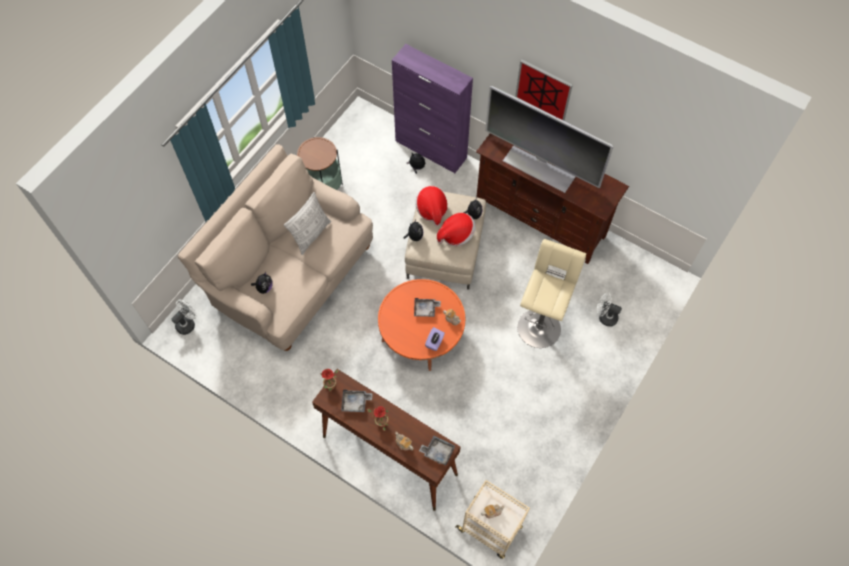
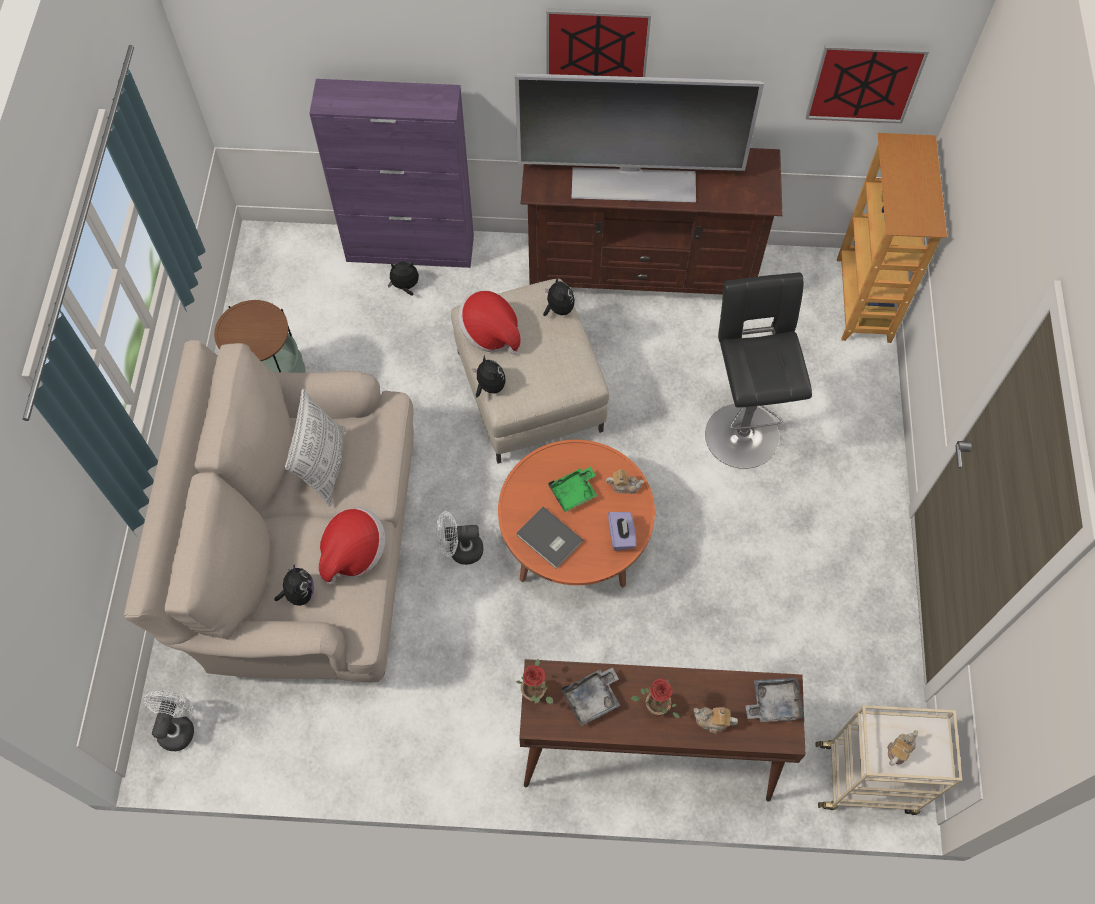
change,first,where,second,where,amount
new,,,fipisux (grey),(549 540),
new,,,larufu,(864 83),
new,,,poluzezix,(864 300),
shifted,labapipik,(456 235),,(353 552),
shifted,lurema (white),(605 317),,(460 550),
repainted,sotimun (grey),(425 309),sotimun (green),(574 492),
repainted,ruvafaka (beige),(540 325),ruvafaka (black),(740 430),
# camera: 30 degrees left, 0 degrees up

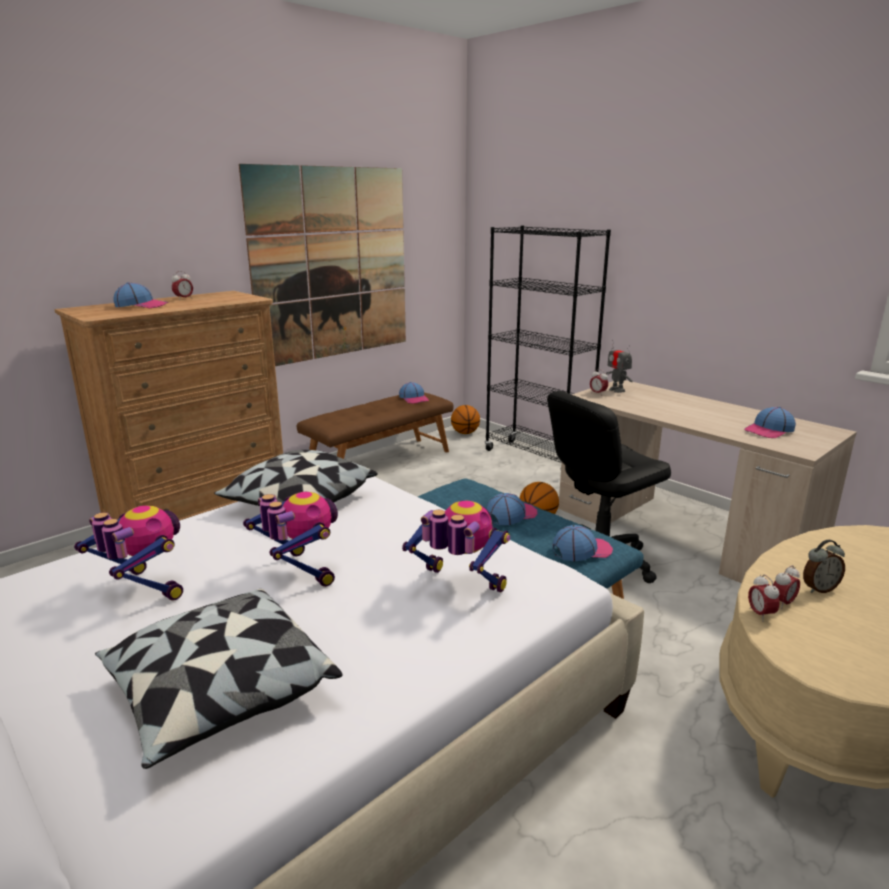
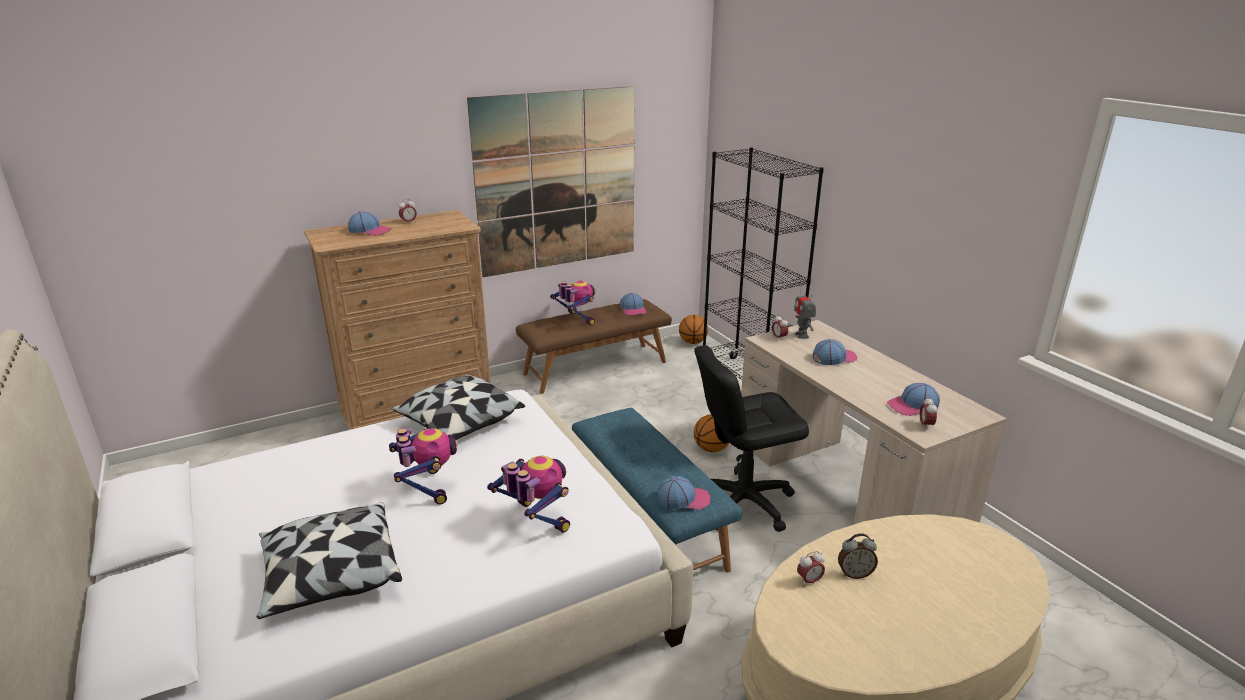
change,first,where,second,where,amount
shifted,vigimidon,(143 589),,(576 320),
shifted,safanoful,(511 515),,(834 357),
shifted,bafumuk,(760 614),,(925 425),
# camera: 15 degrees right, 5 degrees up

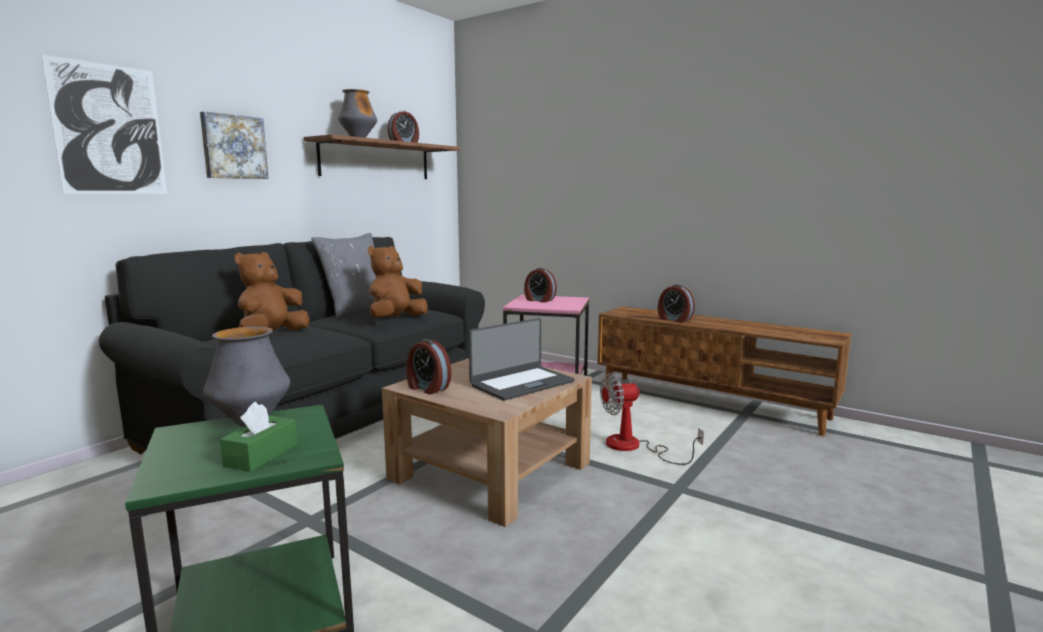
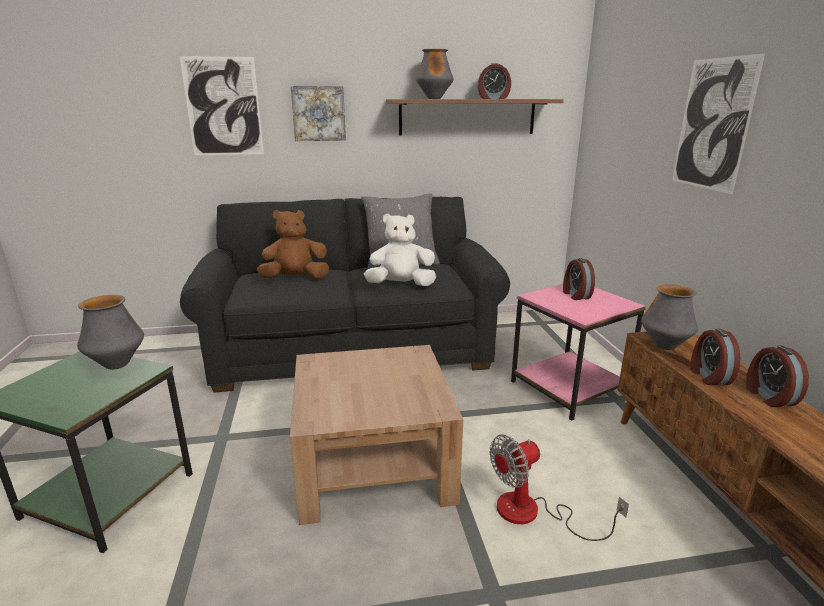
change,first,where,second,where,amount
gone,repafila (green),(261 455),,,
gone,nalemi,(521 383),,,
new,,,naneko,(664 346),
new,,,larufu,(712 124),
shifted,bafumuk,(427 388),,(769 396),
repainted,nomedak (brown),(396 319),nomedak (white),(401 285),
rotated,lurema,(634 447),,(533 513),60 degrees counterclockwise
# camera: 45 degrees right, 10 degrees up

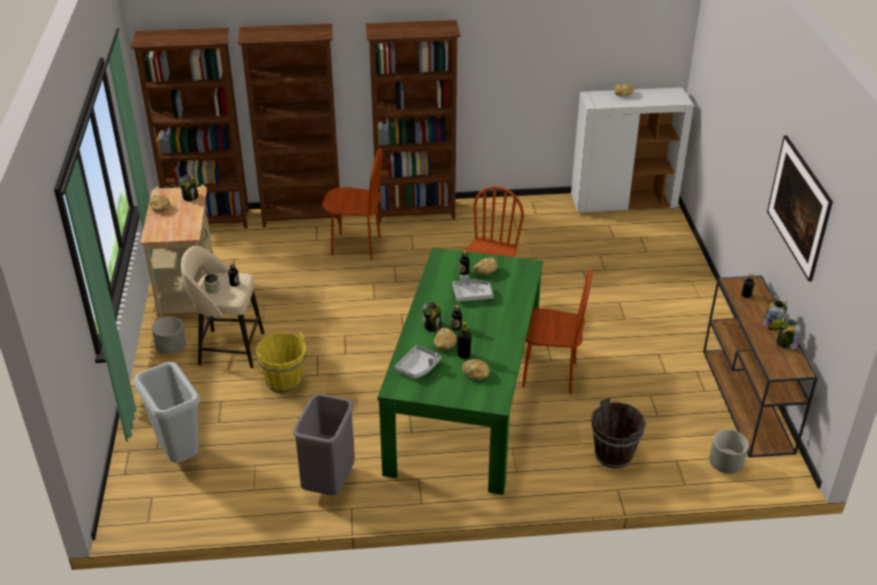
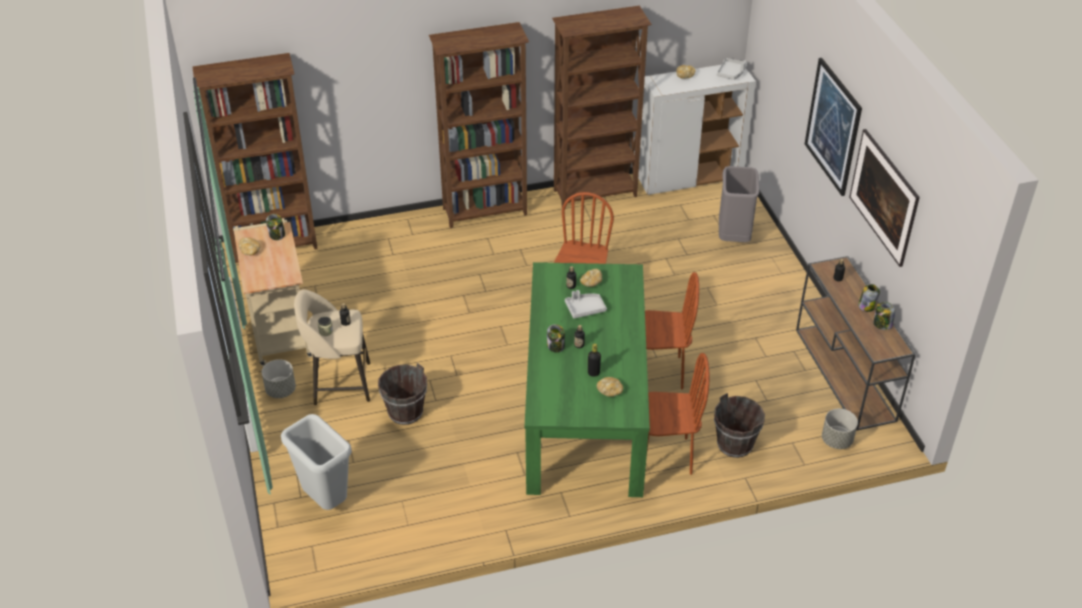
change,first,where,second,where,amount
gone,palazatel,(444 344),,,
new,,,larufu,(833 126),
shifted,poluzezix (brown),(303 217),,(596 194),
shifted,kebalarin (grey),(328 481),,(733 235),
shifted,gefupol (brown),(356 246),,(664 456),
shifted,sotimun (grey),(418 367),,(731 73),
repainted,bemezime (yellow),(284 382),bemezime (brown),(405 412),
# camera: 10 degrees left, 5 degrees up

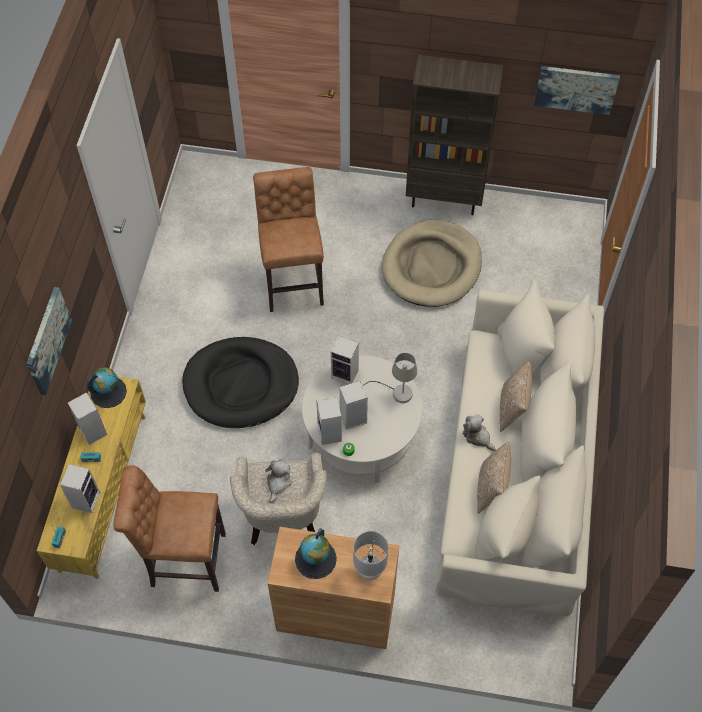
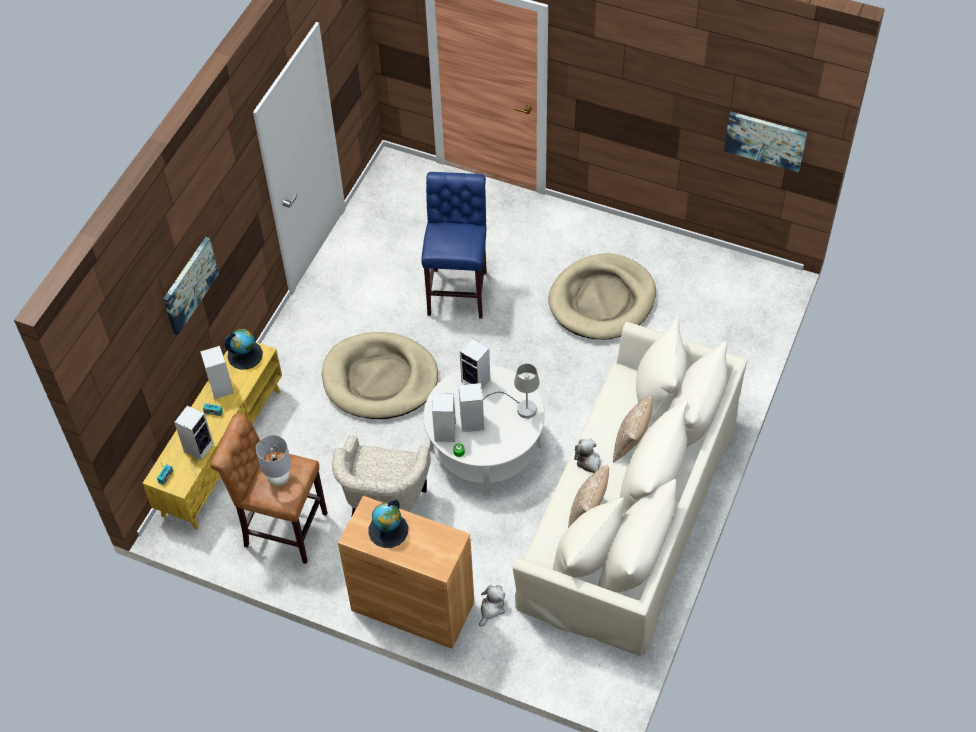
change,first,where,second,where,amount
gone,poluzezix (brown),(445 198),,,
shifted,nomedak,(278 483),,(491 608),
shifted,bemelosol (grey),(370 570),,(279 479),
repainted,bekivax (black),(241 385),bekivax (beige),(380 379),
repainted,ruvafaka (brown),(293 281),ruvafaka (blue),(458 290),
# camera: 15 degrees right, 5 degrees down

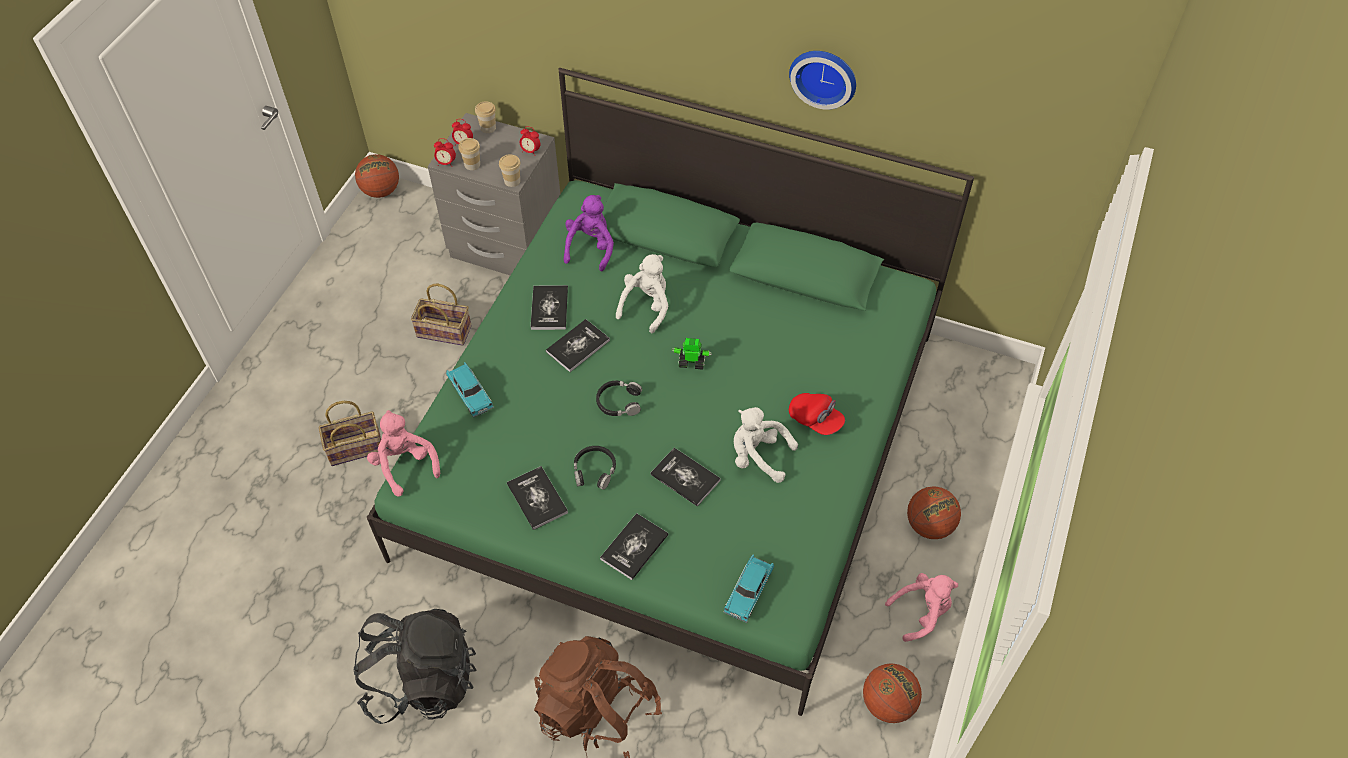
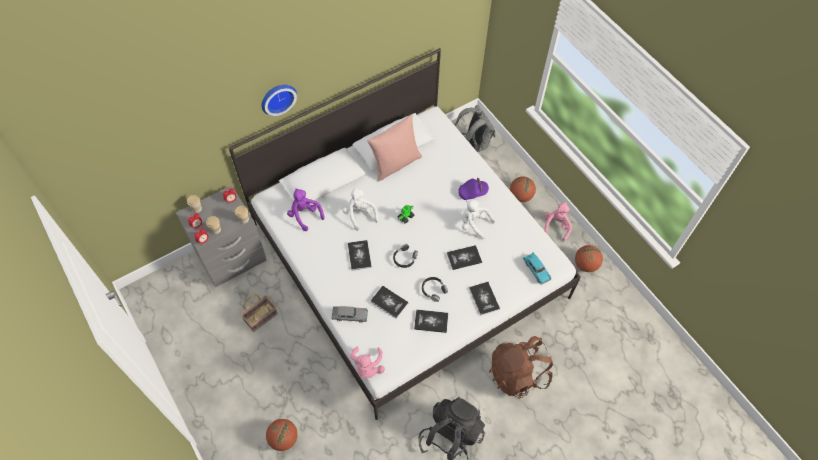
change,first,where,second,where,amount
gone,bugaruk,(356 446),,,
new,,,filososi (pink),(395 164),
new,,,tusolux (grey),(474 143),
shifted,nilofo,(381 191),,(283 438),
shifted,fipisux,(549 308),,(389 302),
shifted,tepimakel,(824 76),,(277 97),
repainted,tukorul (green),(674 443),tukorul (white),(408 260),
repainted,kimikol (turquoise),(470 394),kimikol (grey),(350 316),
repainted,safanoful (red),(815 420),safanoful (purple),(472 193),
rotated,nomedak (pink),(405 465),,(367 367),90 degrees counterclockwise
rotated,nomedak (white),(758 456),,(474 224),60 degrees clockwise
# camera: 55 degrees left, 5 degrees up

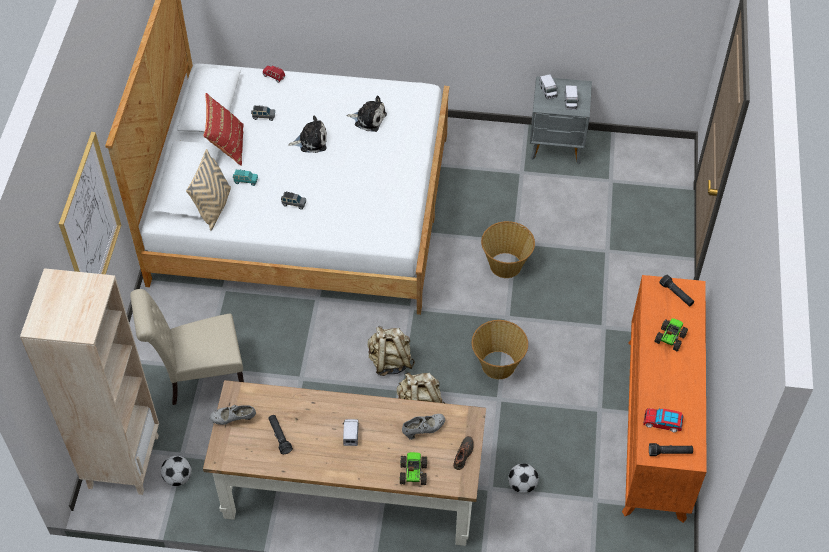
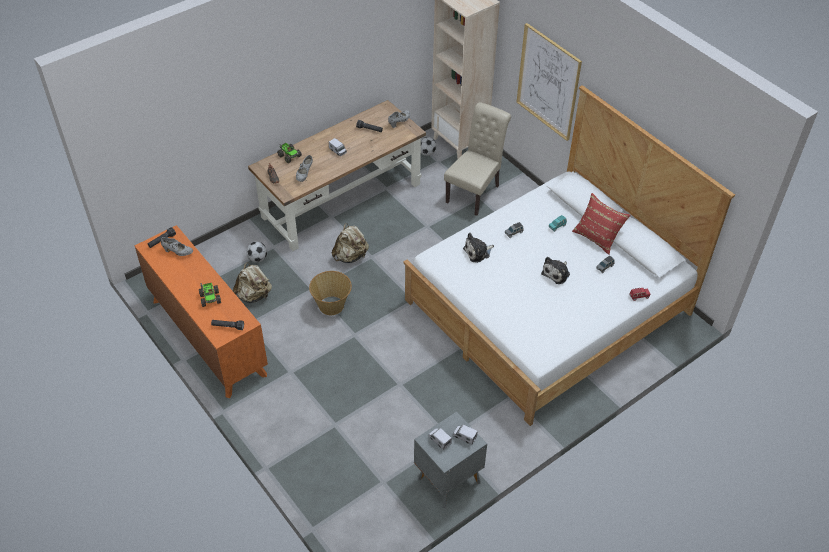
change,first,where,second,where,amount
gone,filososi (beige),(213 207),,,
gone,bugaruk,(506 265),,,
shifted,nomedak,(368 119),,(478 252),
shifted,tusolux (beige),(390 361),,(254 295),
swapped,kimikol,(662 423),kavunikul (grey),(178 252),
# camera: 135 degrees right, 5 degrees down

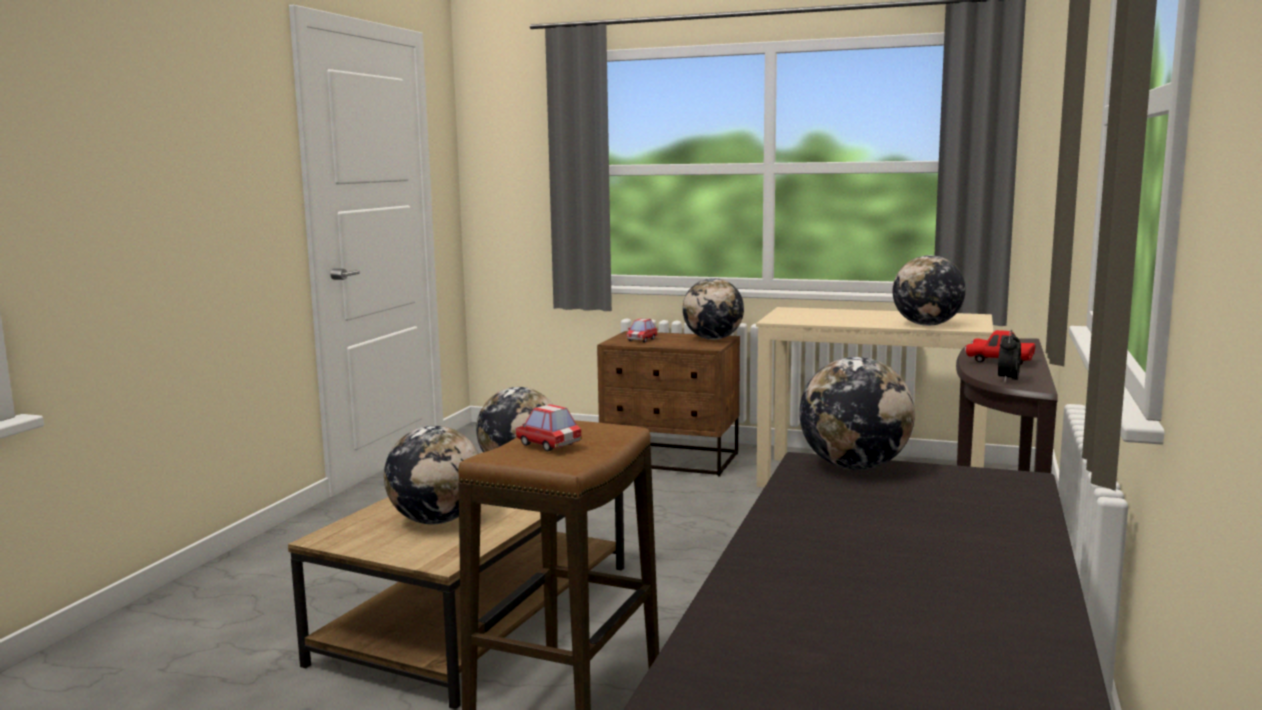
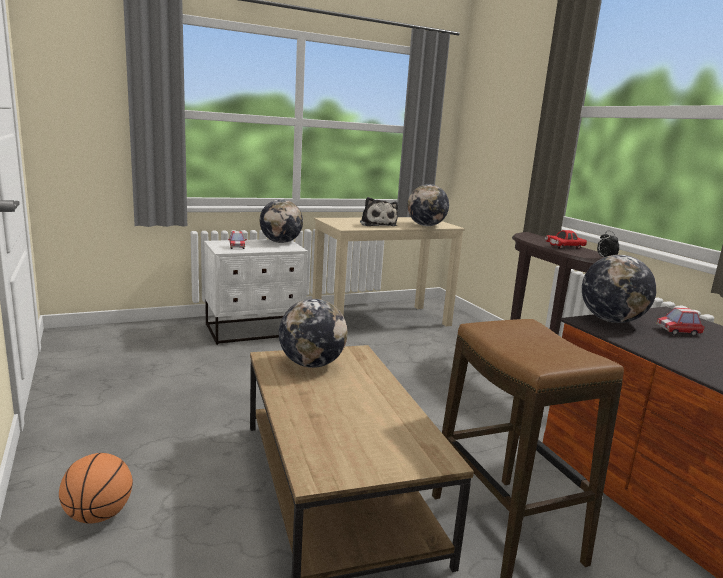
change,first,where,second,where,amount
gone,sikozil,(436 521),,,
new,,,nilofo,(98 515),
new,,,nomedak,(377 224),
shifted,kimikol,(548 444),,(678 332),
repainted,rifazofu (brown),(671 460),rifazofu (white),(255 330),
# camera: 45 degrees left, 5 degrees up

